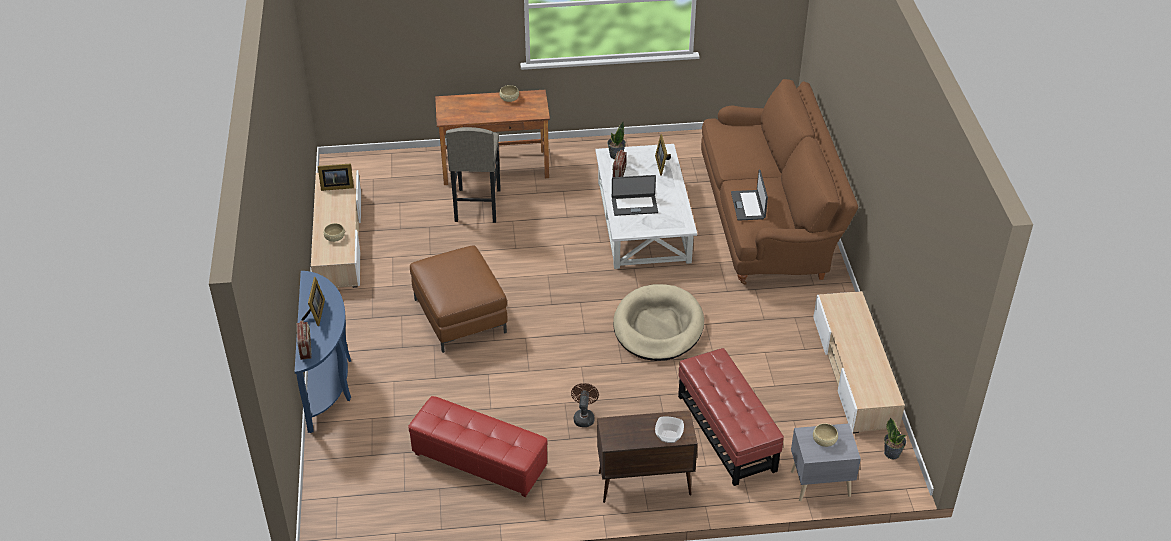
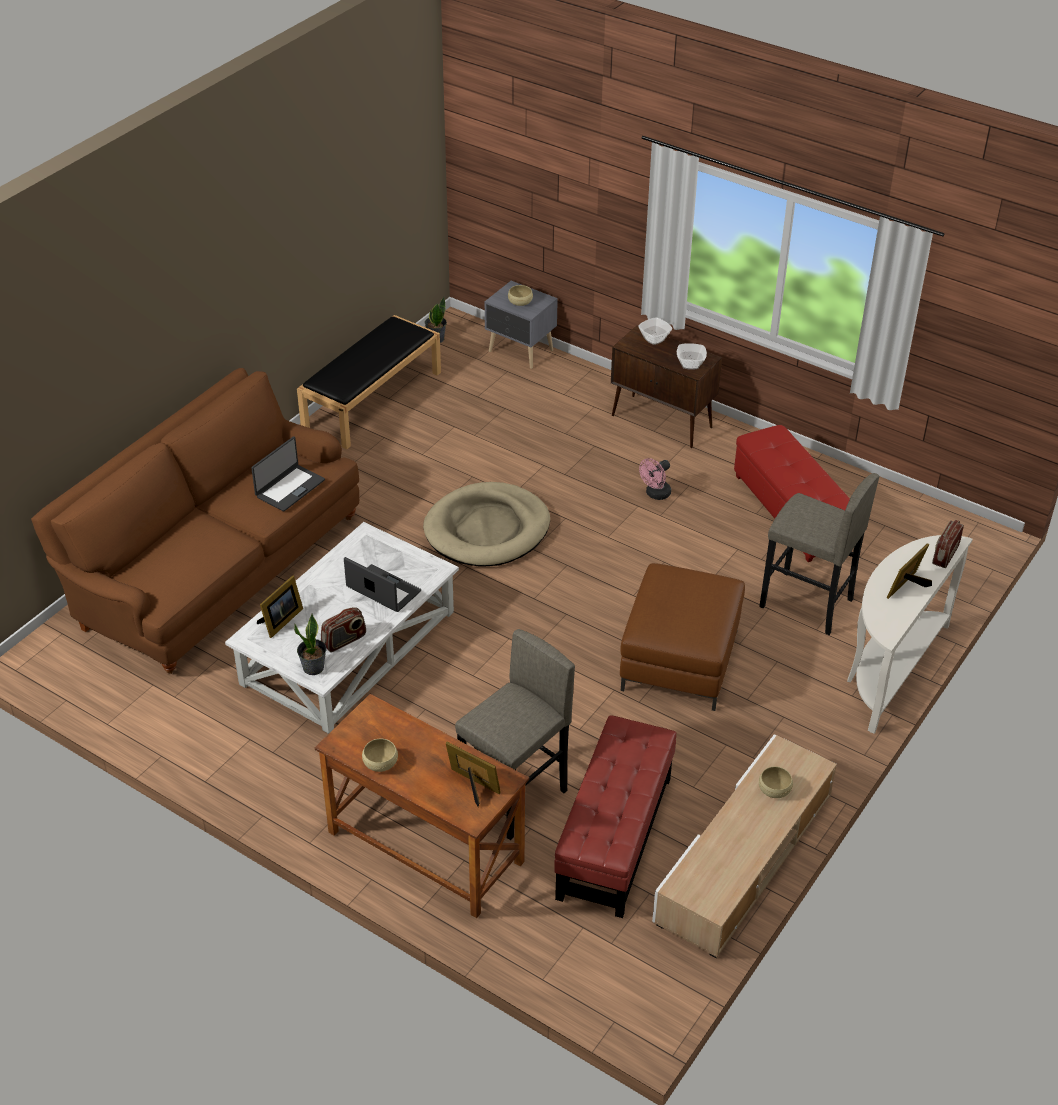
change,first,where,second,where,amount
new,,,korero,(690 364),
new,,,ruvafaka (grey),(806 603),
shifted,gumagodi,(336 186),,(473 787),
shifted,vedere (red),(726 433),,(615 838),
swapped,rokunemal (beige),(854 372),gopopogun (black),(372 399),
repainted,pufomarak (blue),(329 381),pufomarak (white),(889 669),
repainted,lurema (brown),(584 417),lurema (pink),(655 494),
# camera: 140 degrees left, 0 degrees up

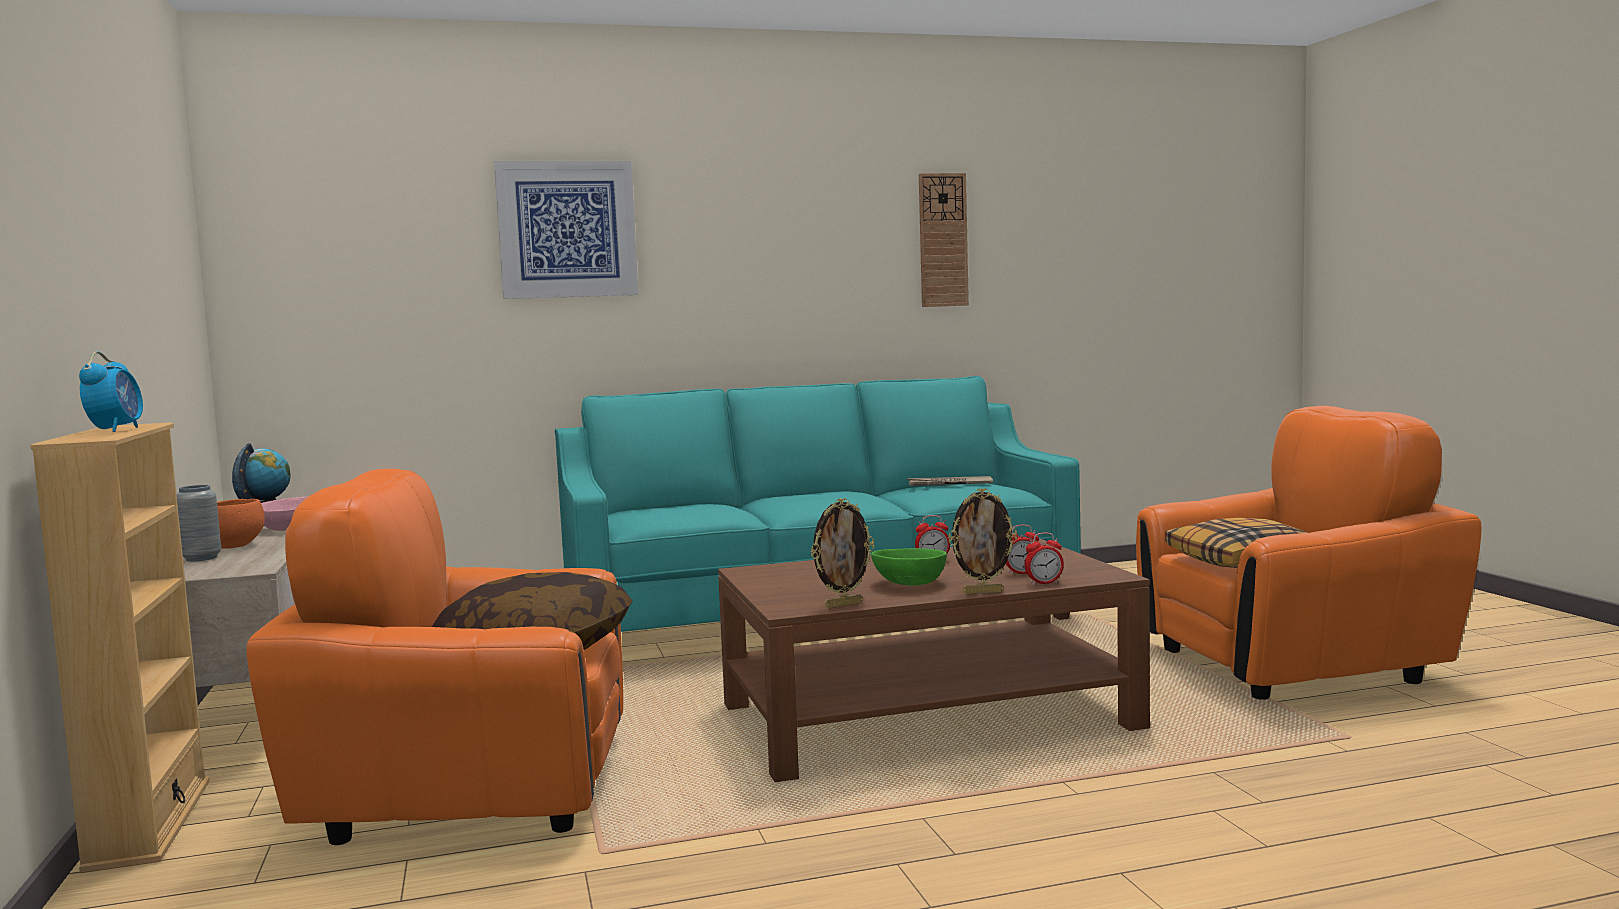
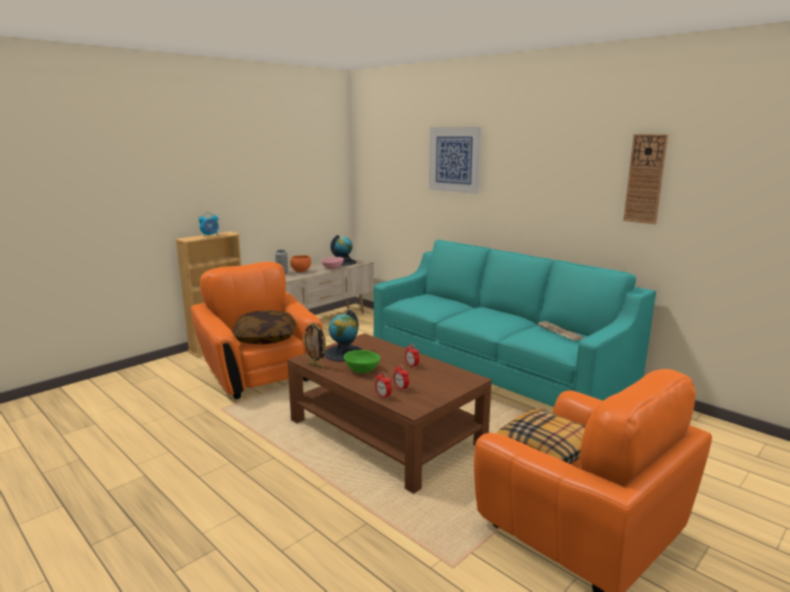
change,first,where,second,where,amount
gone,gumagodi,(983 592),,,
new,,,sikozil,(344 353),
# camera: 60 degrees right, 10 degrees up

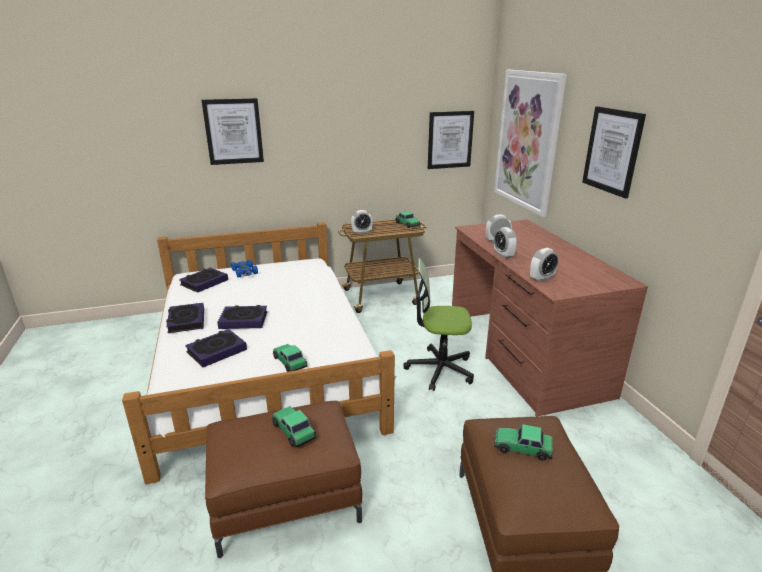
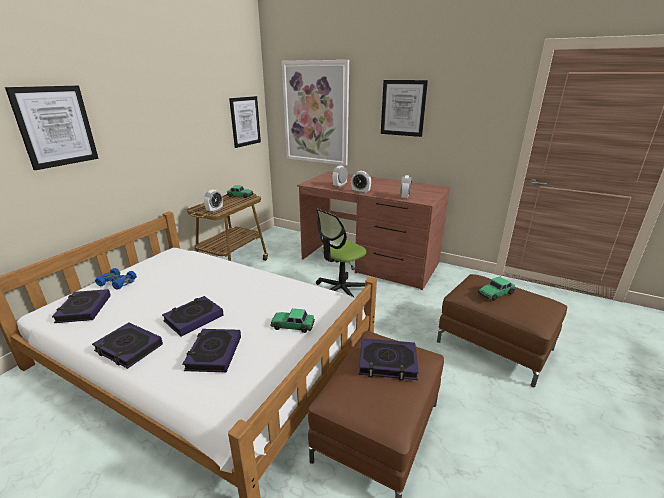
change,first,where,second,where,amount
swapped,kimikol,(293 430),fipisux,(387 362),
# camera: 45 degrees left, 0 degrees up

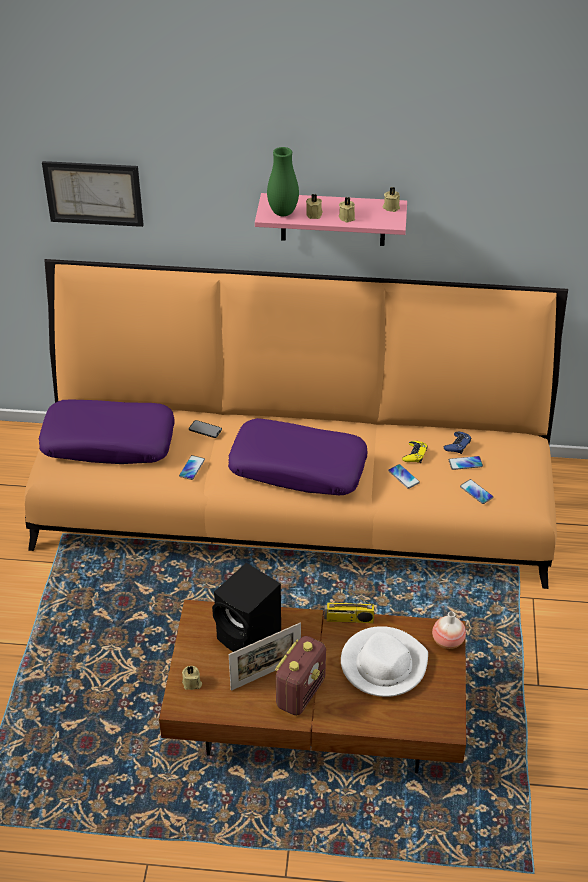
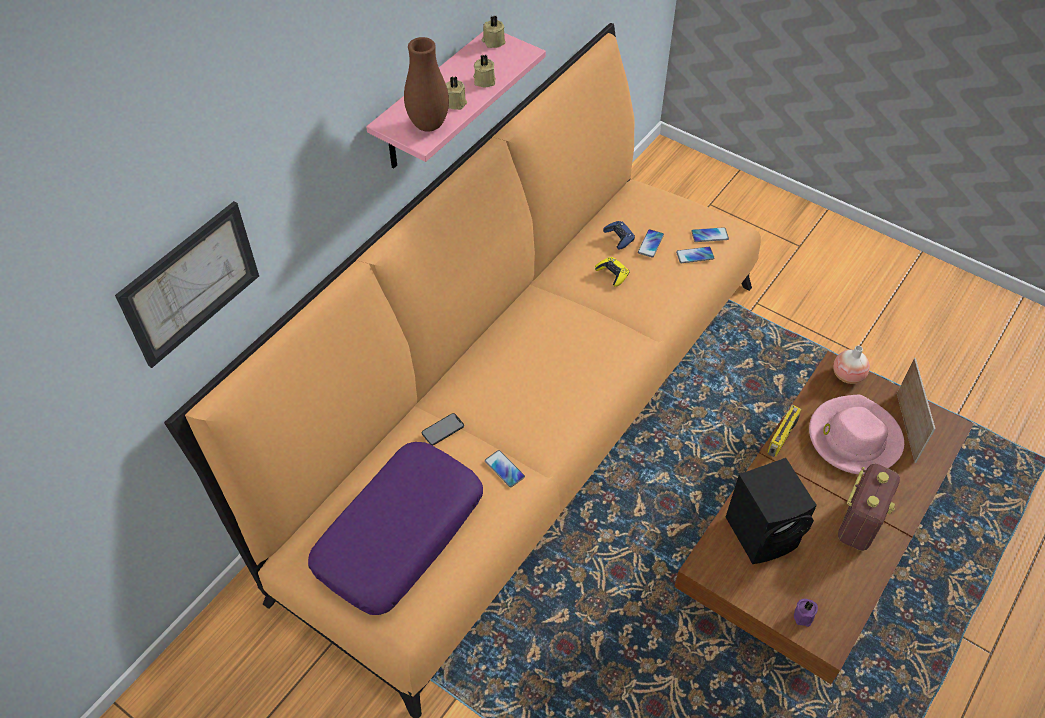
change,first,where,second,where,amount
gone,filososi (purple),(298 467),,,
shifted,gumagodi,(266 674),,(906 427),
shifted,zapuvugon,(403 477),,(709 235),
repainted,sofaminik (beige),(192 683),sofaminik (purple),(804 616),
repainted,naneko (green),(283 213),naneko (brown),(428 125),
repainted,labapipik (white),(383 664),labapipik (pink),(853 438),
rotated,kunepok,(300 692),,(859 522),60 degrees clockwise
# camera: 60 degrees left, 10 degrees up

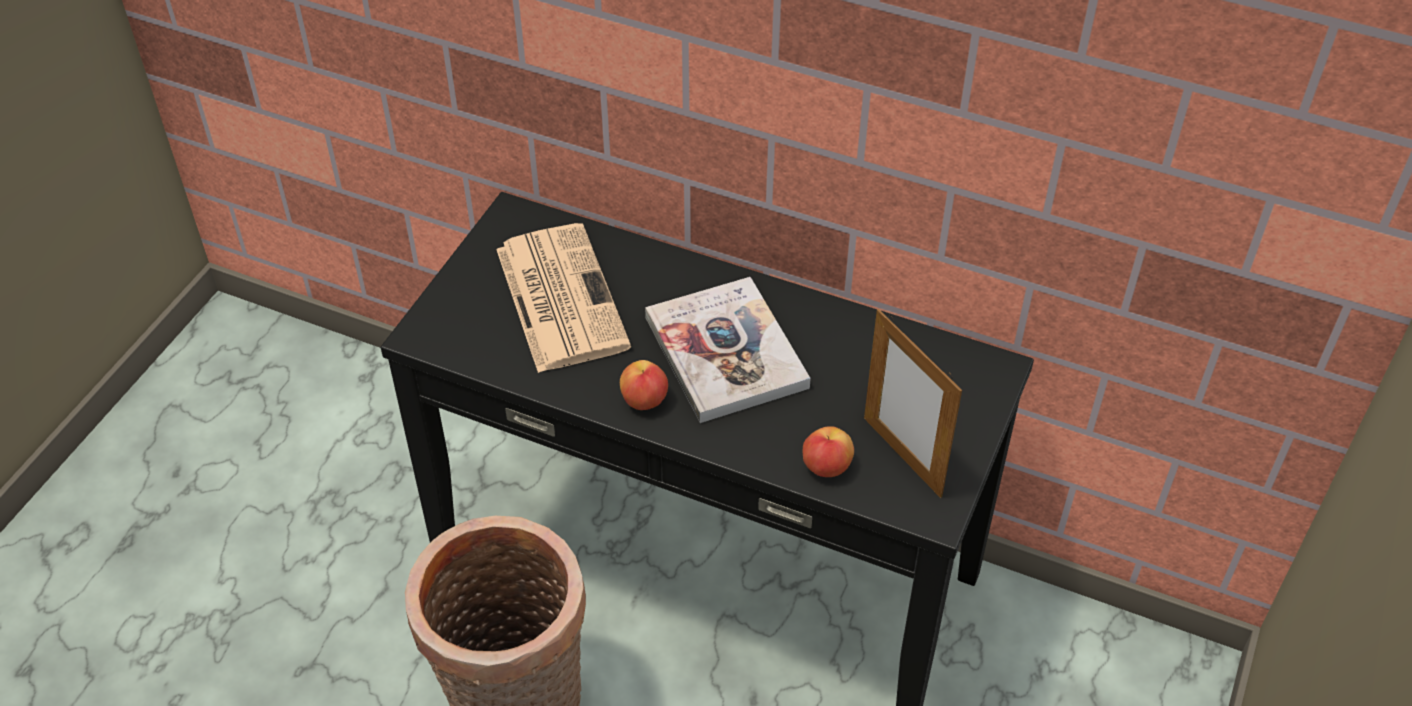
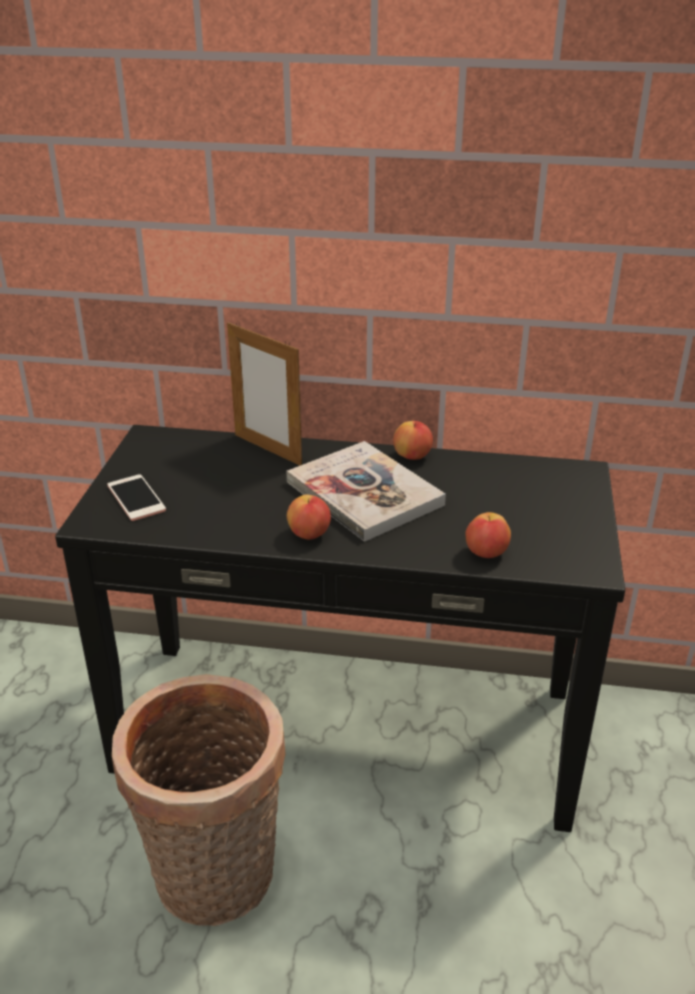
change,first,where,second,where,amount
gone,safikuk,(559 296),,,
new,,,zapuvugon,(136 498),
new,,,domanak,(412 456),
shifted,gumagodi,(902 456),,(268 449),
# camera: 15 degrees left, 15 degrees down

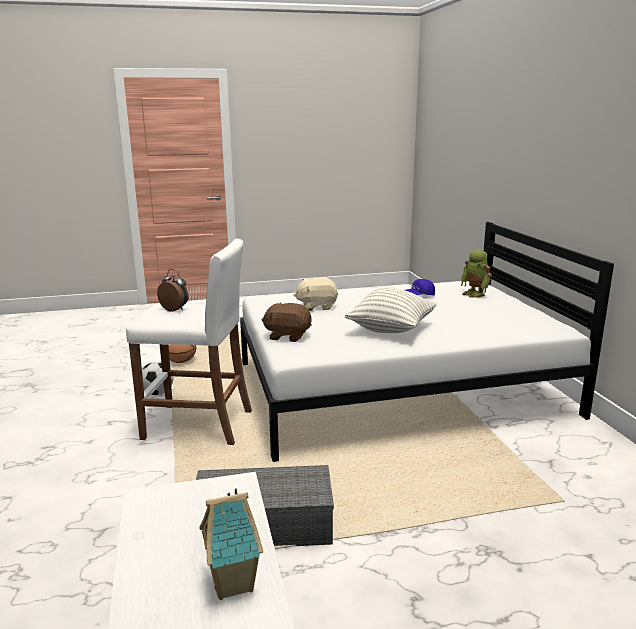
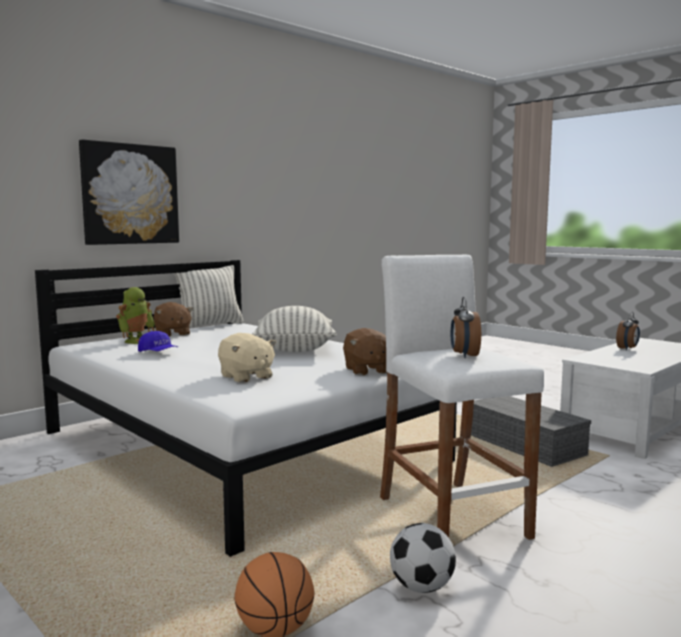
change,first,where,second,where,amount
new,,,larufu,(130 194),
new,,,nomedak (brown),(172 334),
new,,,filososi,(210 325),
swapped,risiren,(234 584),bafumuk,(627 349),
# camera: 120 degrees left, 10 degrees down

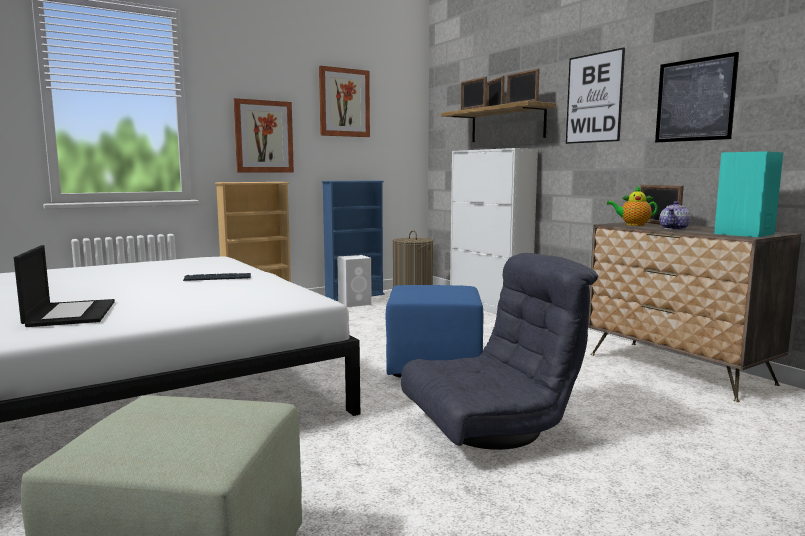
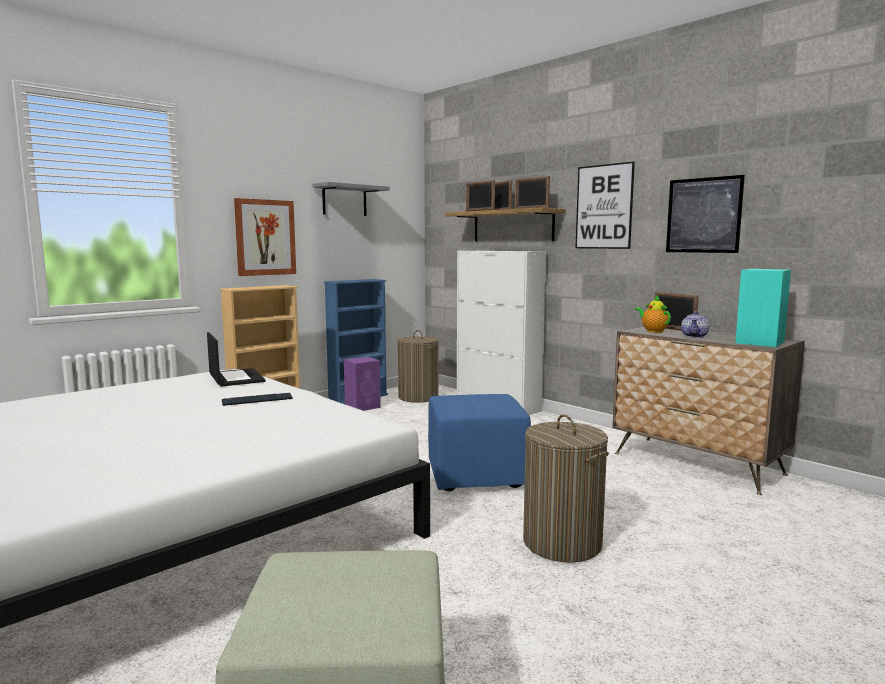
change,first,where,second,where,amount
shifted,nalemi,(70 313),,(235 378),
swapped,larufu,(344 102),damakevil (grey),(344 200),
swapped,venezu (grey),(491 430),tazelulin,(562 543),
repainted,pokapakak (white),(355 303),pokapakak (purple),(363 407),
rotated,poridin,(632 225),,(653 331),60 degrees clockwise
# camera: 10 degrees left, 0 degrees up

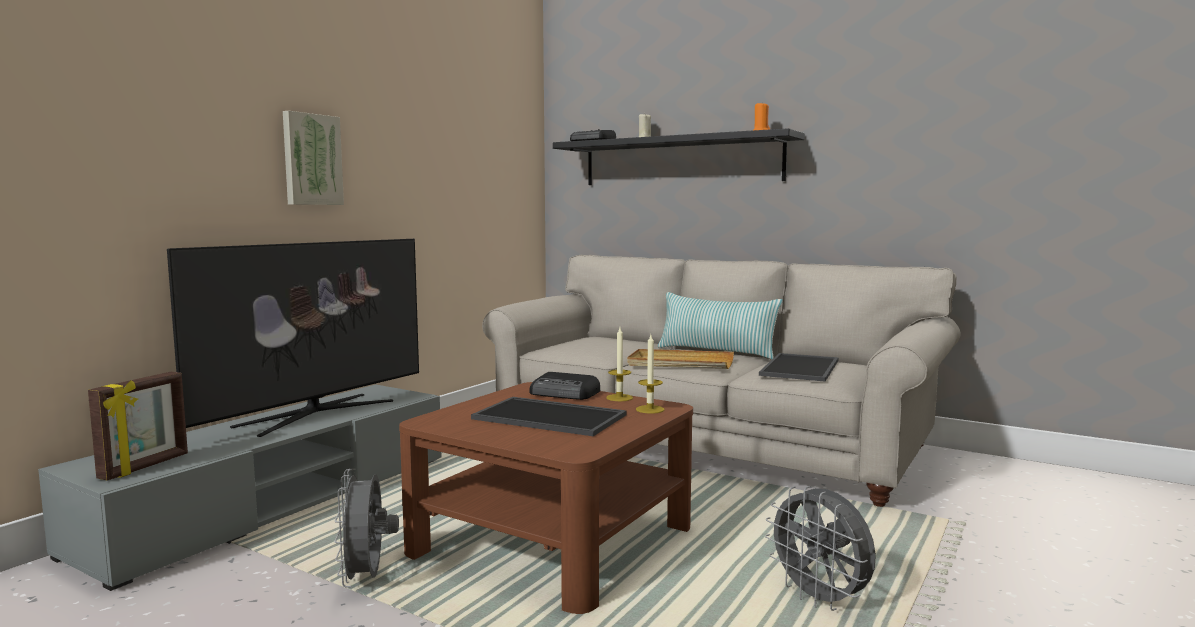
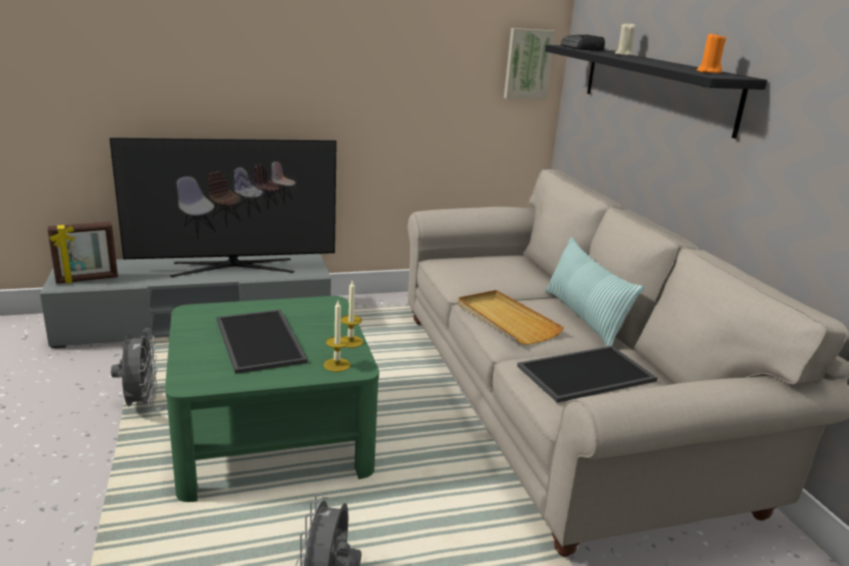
change,first,where,second,where,amount
gone,kunepok,(565 393),,,
shifted,larufu,(311 160),,(527 64),
repainted,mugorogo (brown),(555 540),mugorogo (green),(272 434),
rotated,lurema (grey),(366 579),,(141 404),135 degrees clockwise
# camera: 40 degrees right, 15 degrees up

